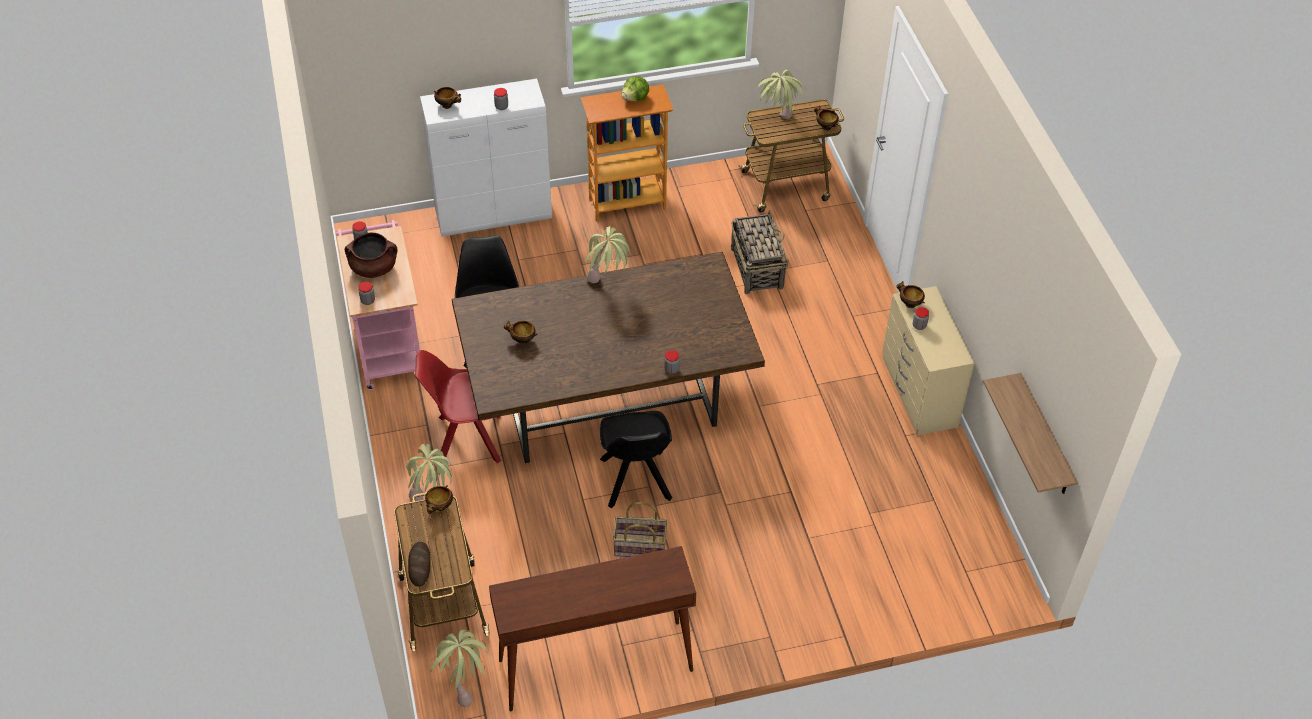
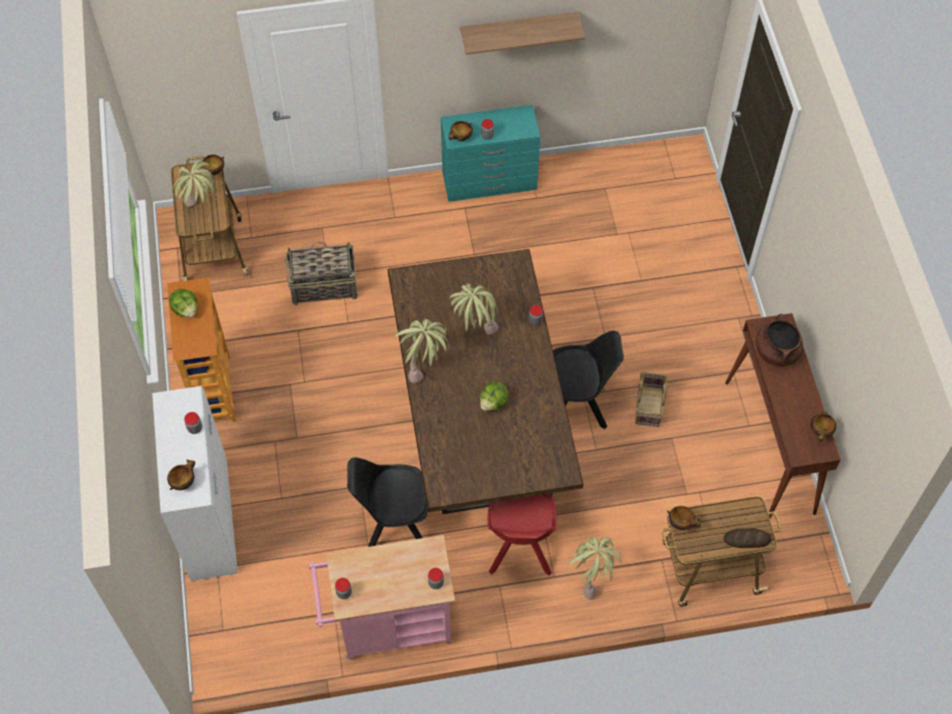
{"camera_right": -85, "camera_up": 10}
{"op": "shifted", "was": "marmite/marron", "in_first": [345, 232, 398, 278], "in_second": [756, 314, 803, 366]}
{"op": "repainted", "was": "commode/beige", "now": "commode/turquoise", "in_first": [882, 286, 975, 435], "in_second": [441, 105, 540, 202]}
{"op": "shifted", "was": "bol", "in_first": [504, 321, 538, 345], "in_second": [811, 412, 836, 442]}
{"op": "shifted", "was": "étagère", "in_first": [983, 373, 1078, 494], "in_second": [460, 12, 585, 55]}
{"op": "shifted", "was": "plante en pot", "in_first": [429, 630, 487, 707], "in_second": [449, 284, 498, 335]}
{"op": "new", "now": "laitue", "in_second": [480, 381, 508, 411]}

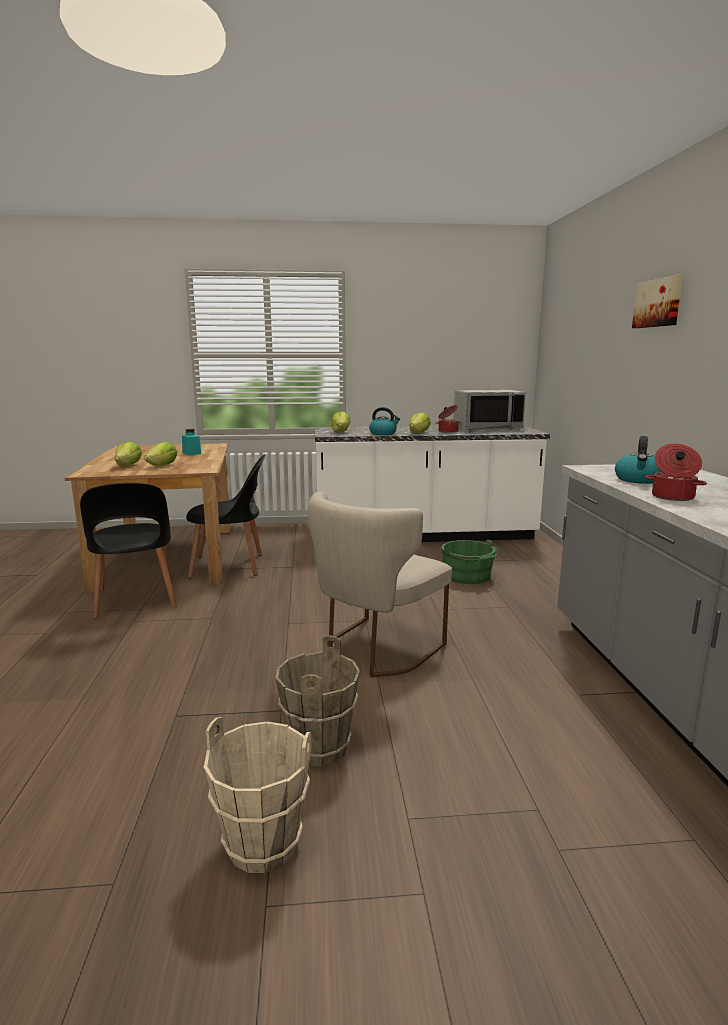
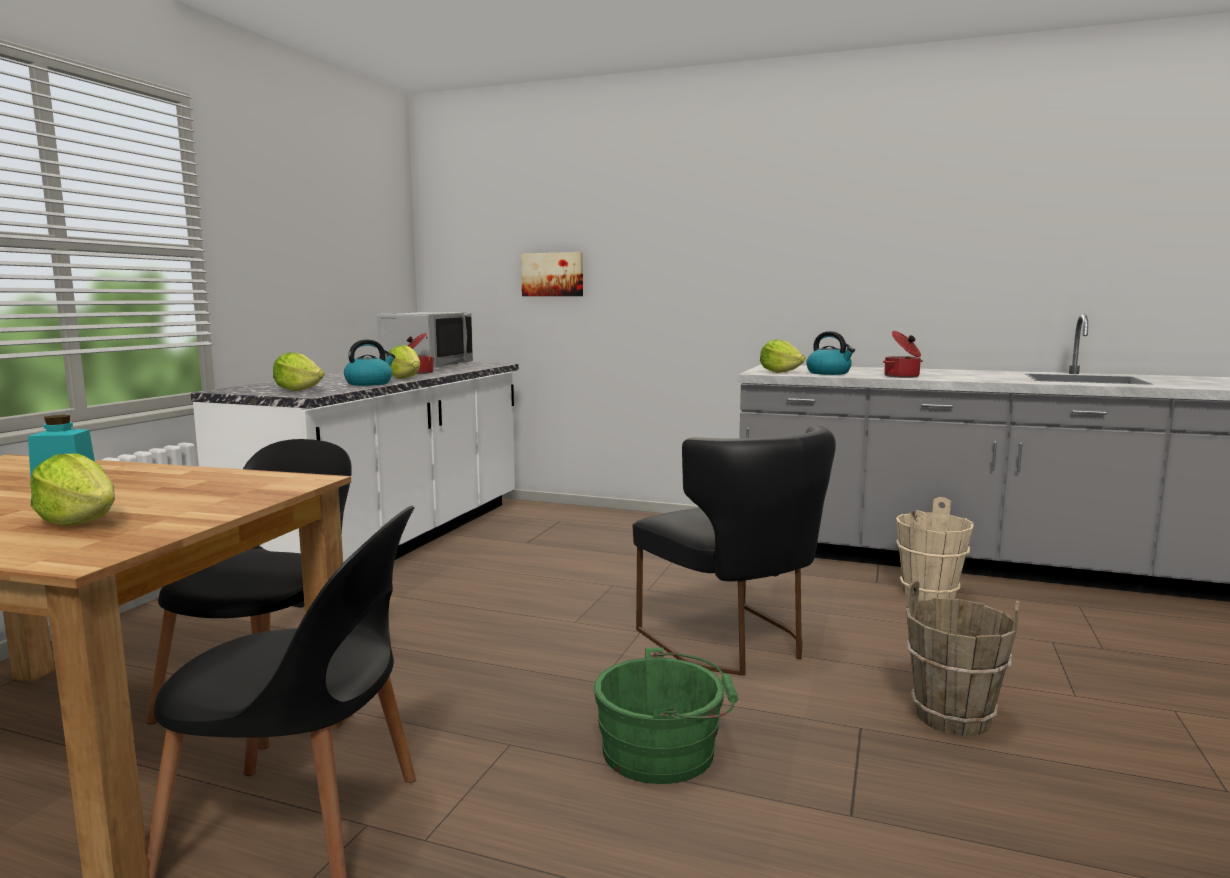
{"camera_right": -65, "camera_up": -5}
{"op": "shifted", "was": "tableau", "in_first": [632, 275, 683, 328], "in_second": [521, 252, 583, 296]}
{"op": "shifted", "was": "laitue", "in_first": [144, 441, 177, 466], "in_second": [760, 339, 805, 373]}
{"op": "repainted", "was": "chaise/beige", "now": "chaise/noir", "in_first": [308, 492, 452, 677], "in_second": [633, 425, 836, 675]}
{"op": "shifted", "was": "seau/vert", "in_first": [441, 539, 501, 584], "in_second": [593, 648, 738, 784]}
{"op": "shifted", "was": "seau/beige", "in_first": [203, 717, 311, 873], "in_second": [896, 497, 973, 600]}

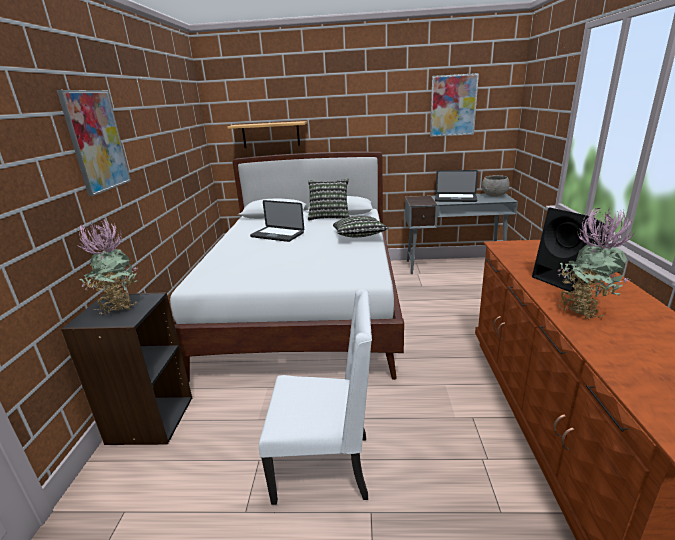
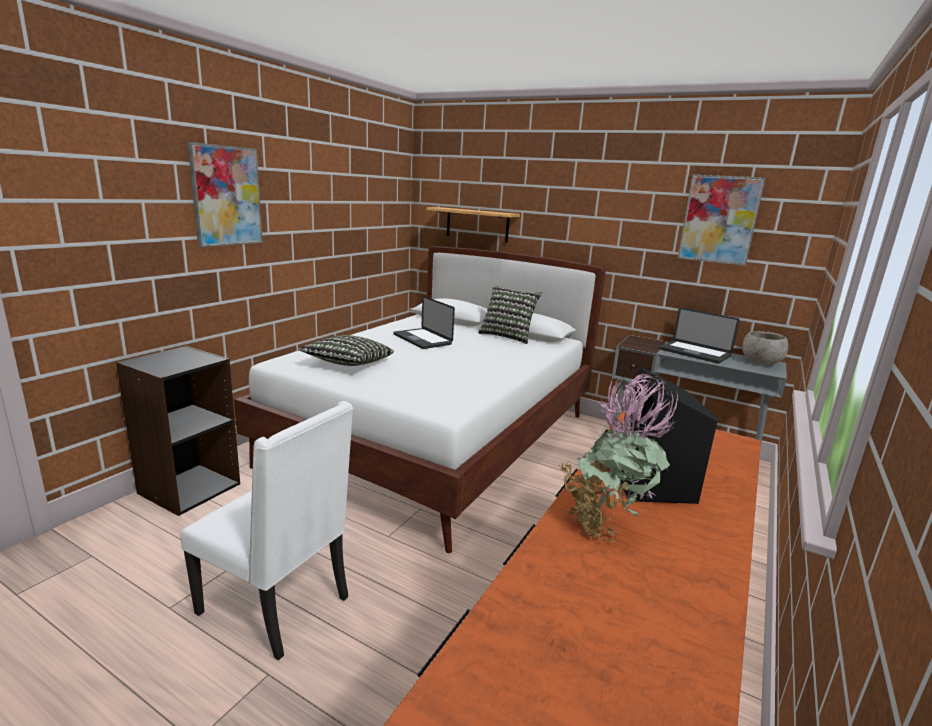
{"camera_right": 25, "camera_up": -5}
{"op": "shifted", "was": "coussin", "in_first": [333, 216, 389, 237], "in_second": [299, 335, 394, 366]}
{"op": "gone", "was": "plante en pot", "in_first": [77, 218, 138, 315]}

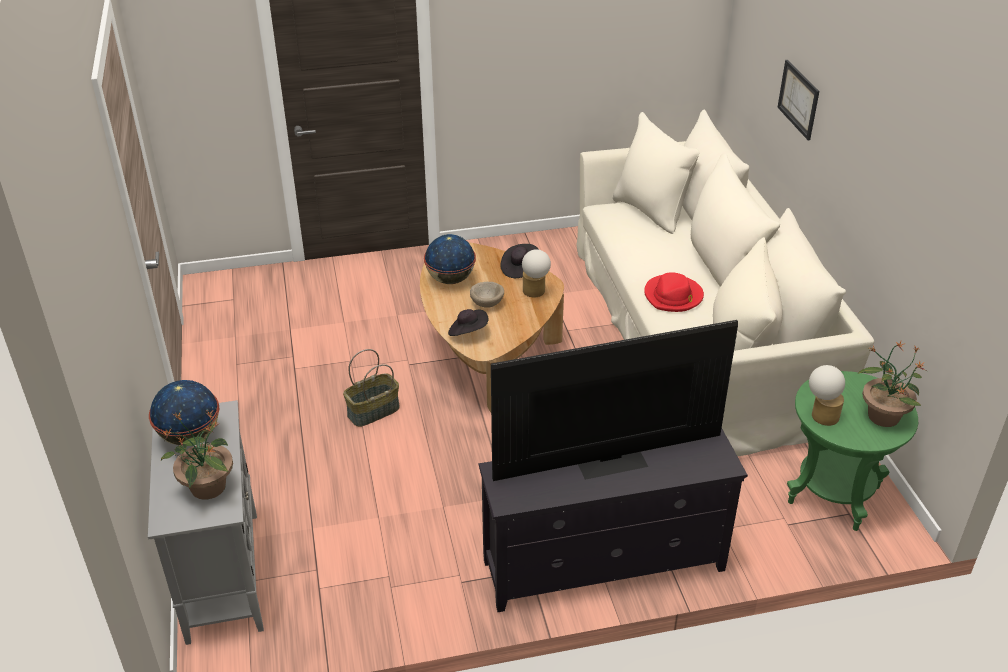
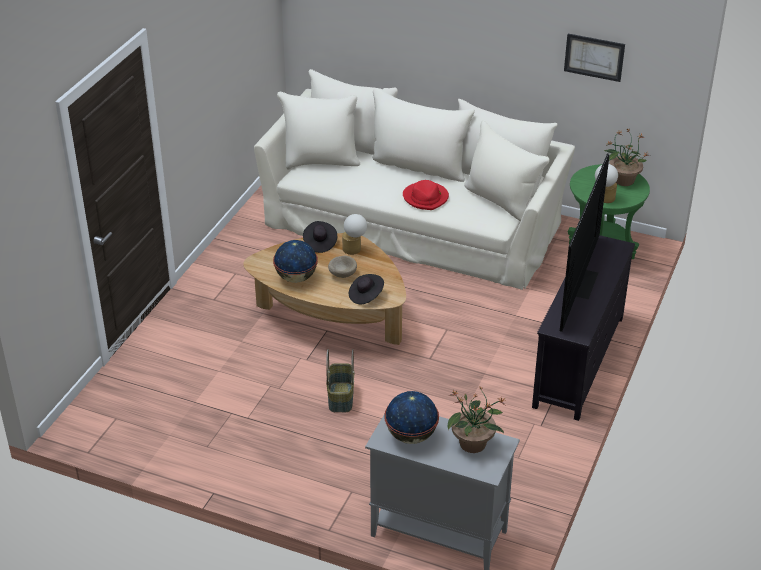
{"camera_right": -55, "camera_up": 0}
{"op": "shifted", "was": "tableau", "in_first": [778, 60, 819, 141], "in_second": [564, 34, 625, 82]}

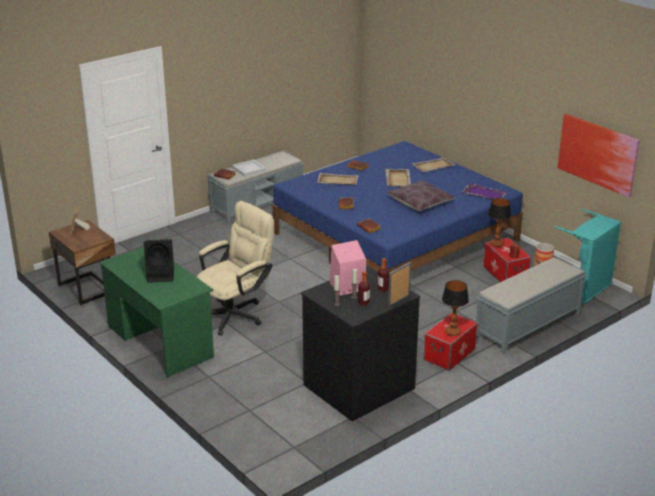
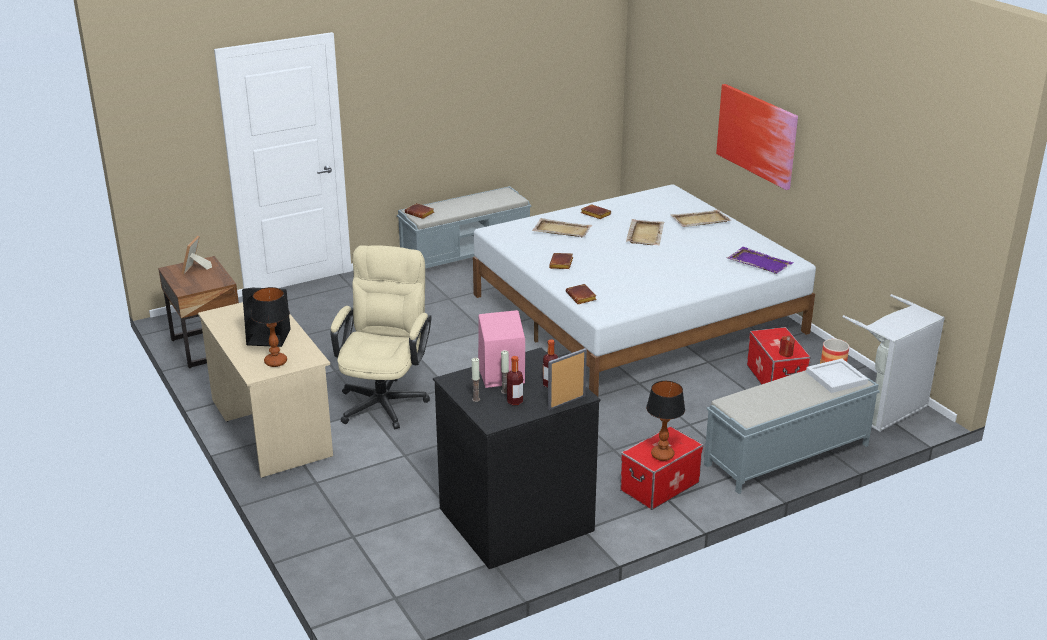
{"camera_right": 10, "camera_up": 0}
{"op": "shifted", "was": "tableau", "in_first": [558, 114, 640, 197], "in_second": [716, 84, 798, 190]}
{"op": "repainted", "was": "lit/bleu", "now": "lit/blanc", "in_first": [273, 141, 523, 273], "in_second": [473, 184, 816, 397]}
{"op": "shifted", "was": "plateau/blanc", "in_first": [232, 160, 266, 177], "in_second": [806, 359, 868, 393]}
{"op": "gone", "was": "coussin/marron", "in_first": [386, 180, 455, 211]}
{"op": "shifted", "was": "lampe de table", "in_first": [488, 198, 511, 247], "in_second": [251, 287, 290, 367]}
{"op": "rotated", "was": "chaise de bureau/beige", "in_first": [197, 201, 274, 335], "in_second": [330, 245, 431, 429], "clockwise": -45}
{"op": "repainted", "was": "panier à linge/turquoise", "now": "panier à linge/gris", "in_first": [554, 209, 621, 304], "in_second": [842, 294, 945, 432]}
{"op": "repainted", "was": "bureau/vert", "now": "bureau/beige", "in_first": [99, 247, 214, 377], "in_second": [198, 302, 333, 478]}

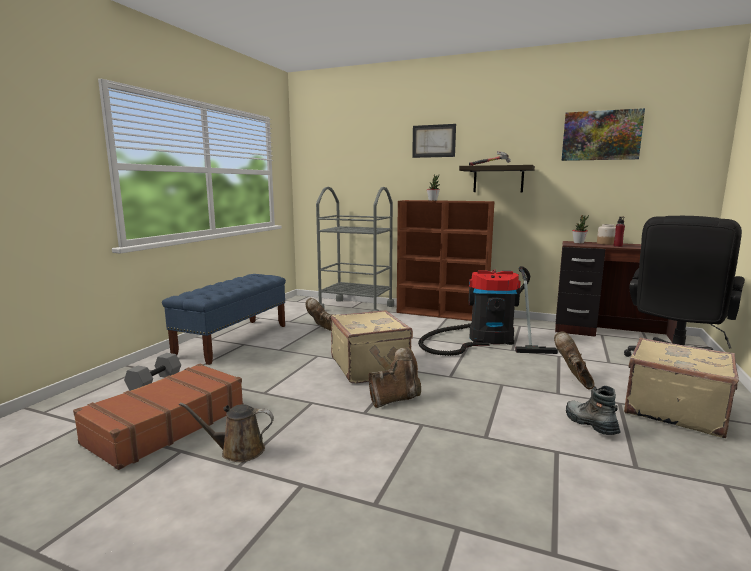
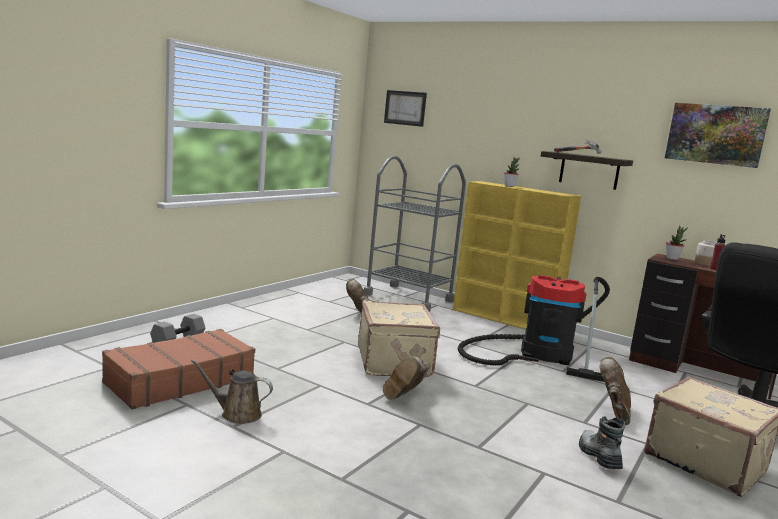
{"camera_right": 10, "camera_up": 0}
{"op": "shifted", "was": "tableau", "in_first": [412, 124, 456, 158], "in_second": [384, 90, 427, 127]}
{"op": "repainted", "was": "bibliothèque/marron", "now": "bibliothèque/jaune", "in_first": [397, 200, 495, 321], "in_second": [453, 181, 581, 329]}
{"op": "gone", "was": "banc/bleu", "in_first": [162, 274, 286, 365]}
{"op": "rotated", "was": "botte/marron", "in_first": [369, 347, 421, 408], "in_second": [383, 357, 430, 400], "clockwise": 135}

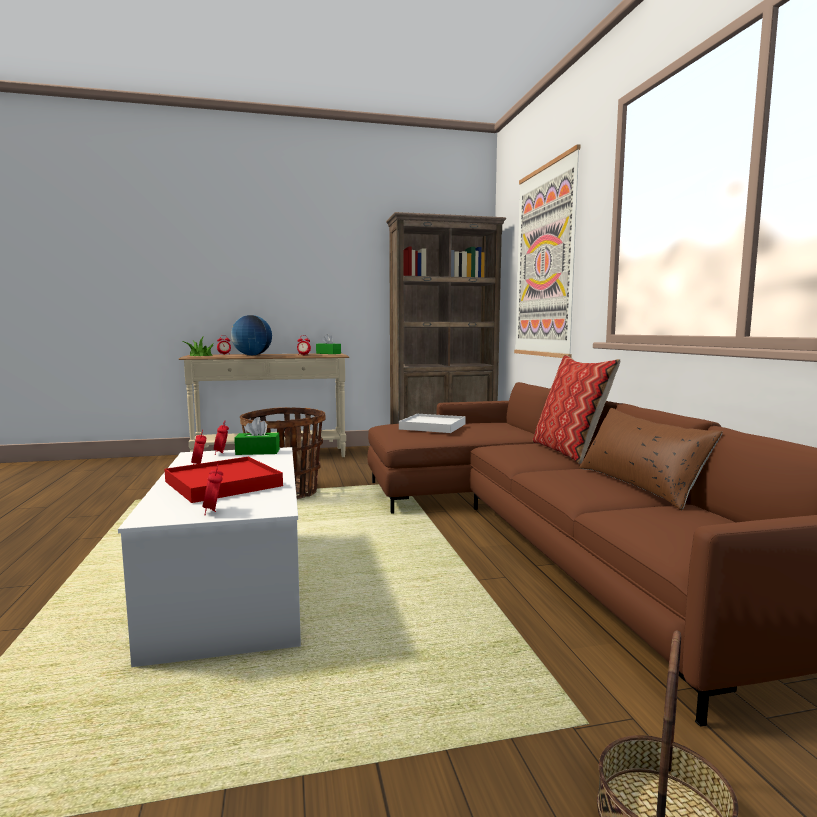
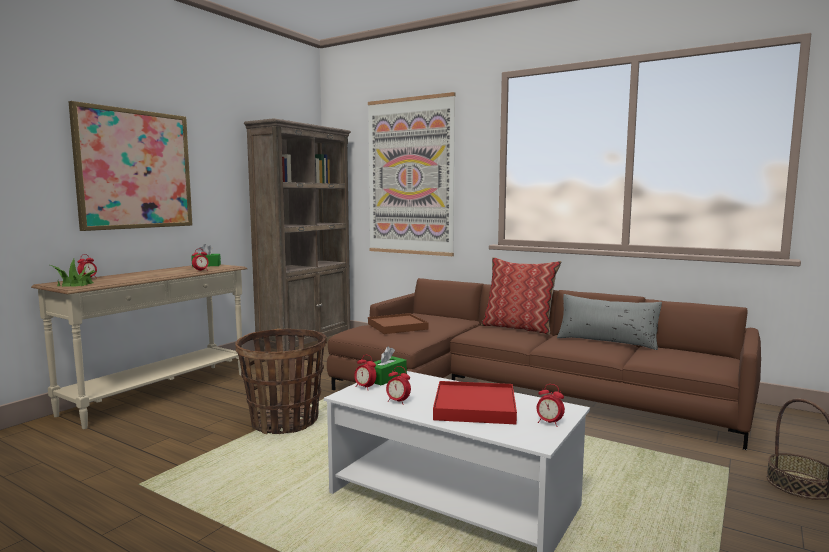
{"camera_right": -45, "camera_up": 0}
{"op": "gone", "was": "globe", "in_first": [231, 315, 272, 355]}
{"op": "repainted", "was": "coussin/marron", "now": "coussin/gris", "in_first": [579, 408, 723, 510], "in_second": [557, 294, 662, 350]}
{"op": "repainted", "was": "plateau/blanc", "now": "plateau/marron", "in_first": [399, 414, 466, 433], "in_second": [368, 313, 428, 334]}
{"op": "new", "now": "tableau", "in_second": [68, 101, 192, 231]}

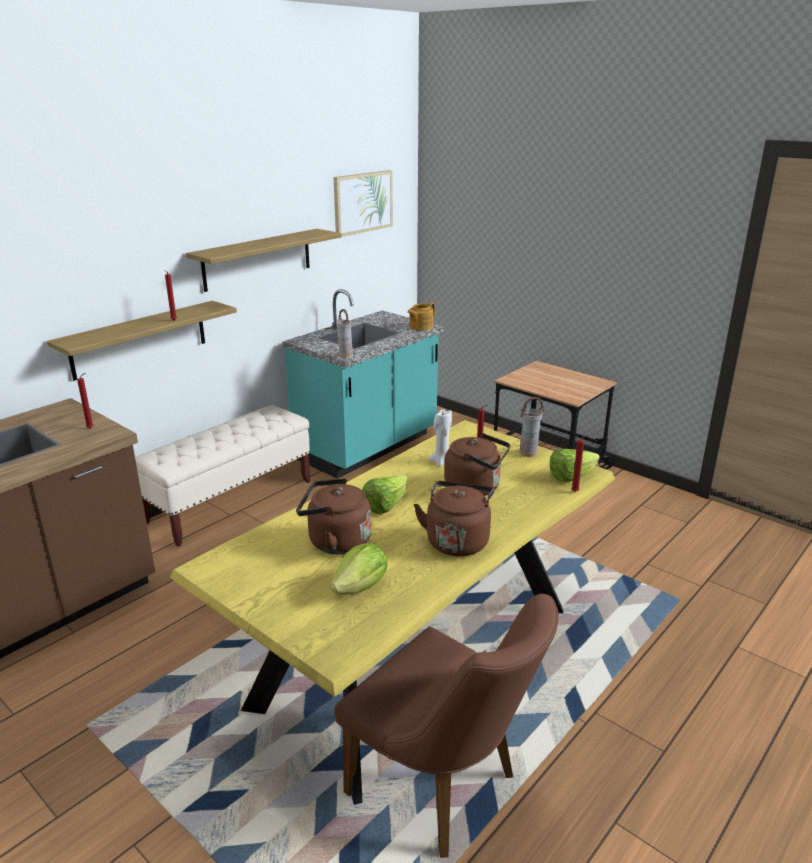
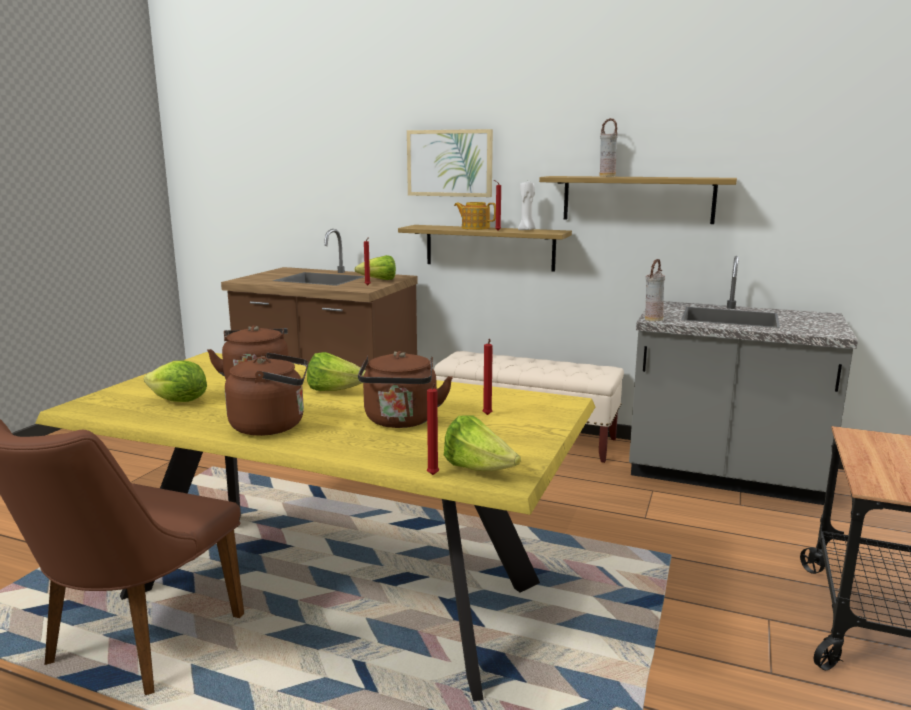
{"camera_right": 70, "camera_up": -10}
{"op": "shifted", "was": "tableau", "in_first": [334, 170, 393, 237], "in_second": [407, 129, 493, 197]}
{"op": "repainted", "was": "comptoir de cuisine/turquoise", "now": "comptoir de cuisine/gris", "in_first": [283, 289, 444, 479], "in_second": [629, 256, 858, 505]}
{"op": "shifted", "was": "théière", "in_first": [407, 303, 435, 330], "in_second": [454, 202, 496, 230]}
{"op": "shifted", "was": "vase", "in_first": [519, 397, 544, 457], "in_second": [599, 118, 618, 177]}
{"op": "shifted", "was": "bougie/blanc", "in_first": [428, 409, 452, 467], "in_second": [518, 181, 535, 230]}
{"op": "new", "now": "laitue", "in_second": [354, 255, 396, 280]}

